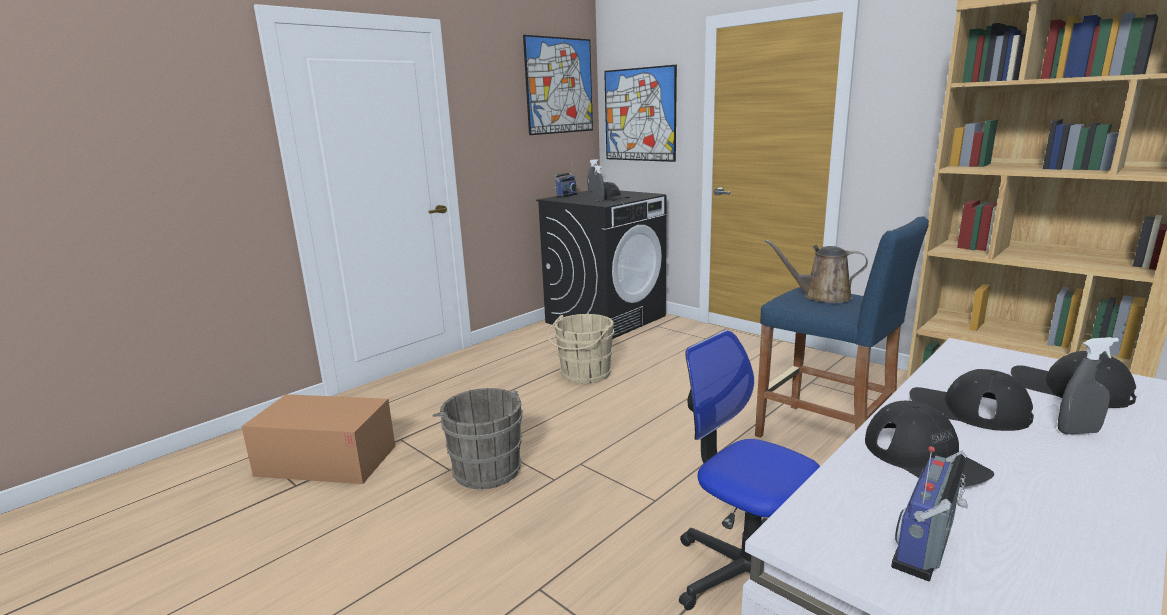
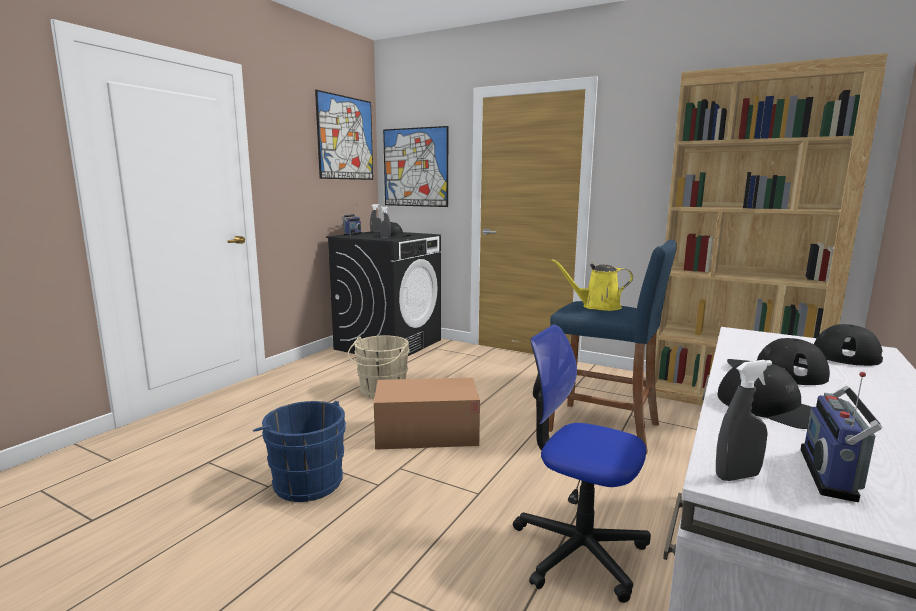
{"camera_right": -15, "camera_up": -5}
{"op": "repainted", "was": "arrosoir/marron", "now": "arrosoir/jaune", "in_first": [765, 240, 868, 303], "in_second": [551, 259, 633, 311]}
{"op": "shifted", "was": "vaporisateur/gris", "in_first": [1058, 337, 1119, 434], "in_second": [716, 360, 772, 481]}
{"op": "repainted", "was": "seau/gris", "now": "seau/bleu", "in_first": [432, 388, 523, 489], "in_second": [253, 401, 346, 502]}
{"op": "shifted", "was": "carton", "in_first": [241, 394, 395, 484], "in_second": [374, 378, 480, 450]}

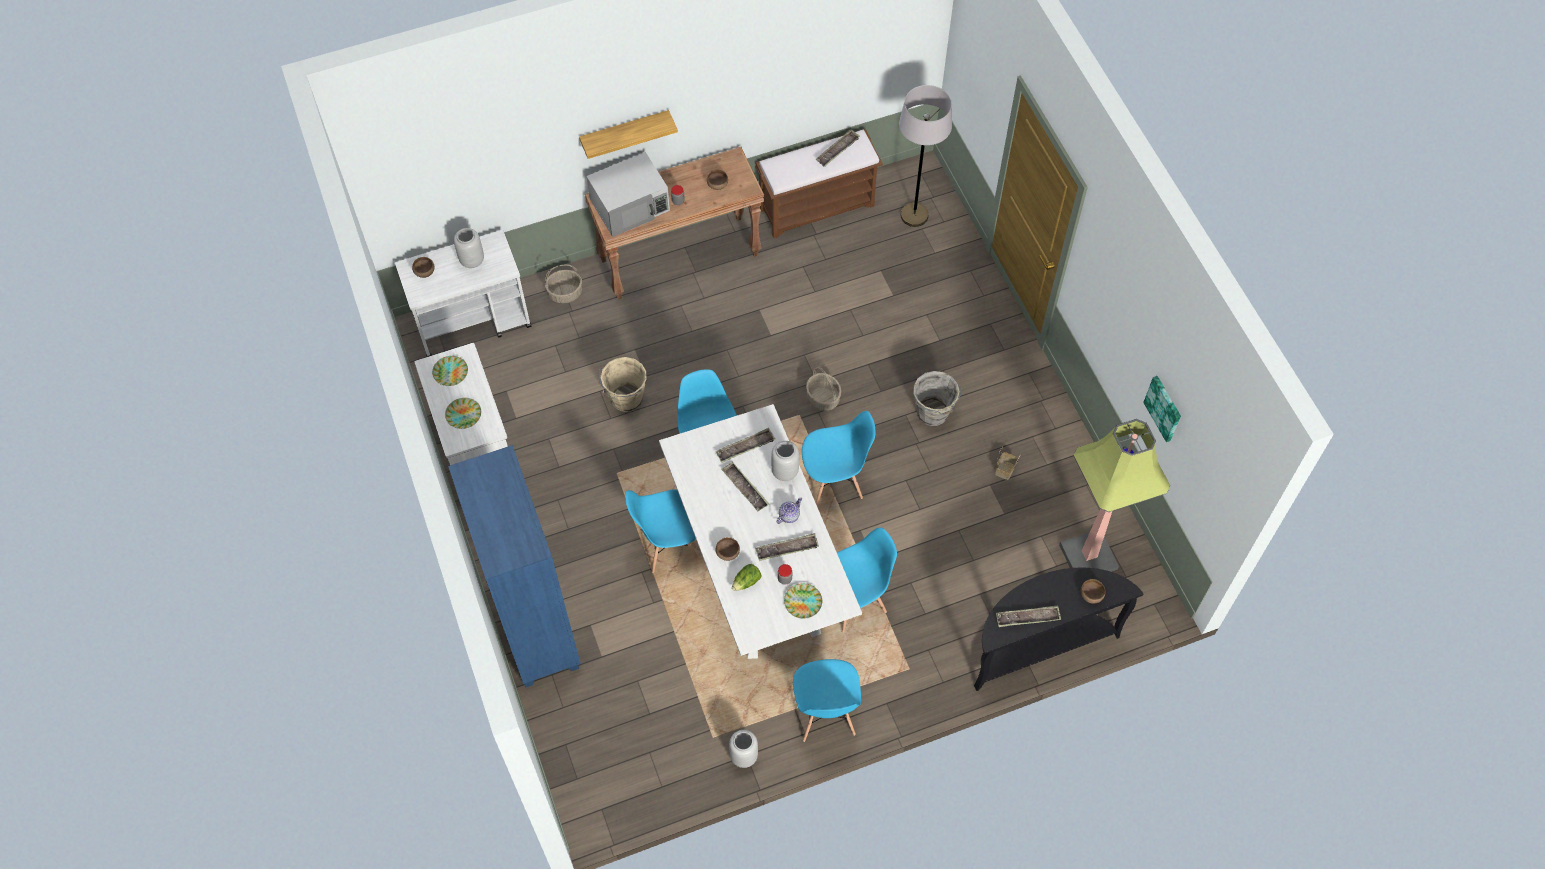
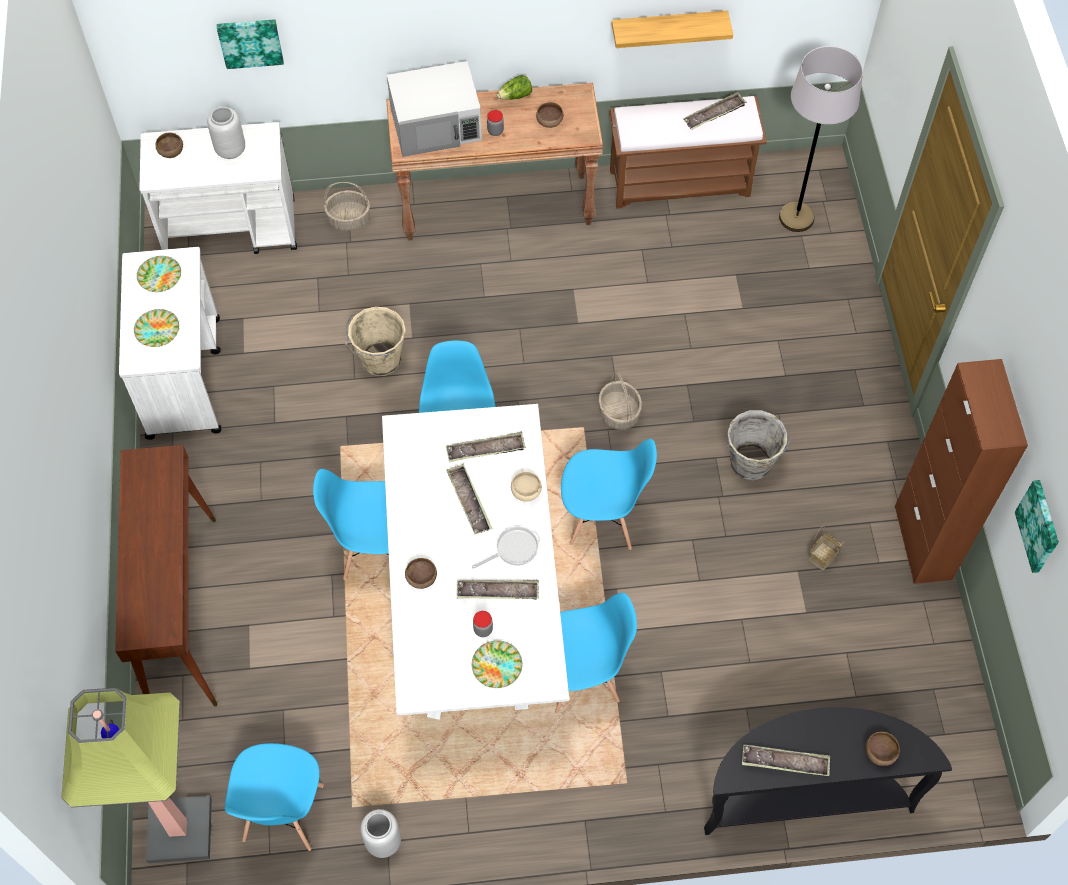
{"camera_right": 15, "camera_up": 0}
{"op": "shifted", "was": "étagère", "in_first": [579, 110, 678, 159], "in_second": [612, 11, 733, 48]}
{"op": "shifted", "was": "lampadaire", "in_first": [1059, 419, 1170, 572], "in_second": [61, 688, 212, 863]}
{"op": "swapped", "was": "vase/gris", "now": "bol/beige", "in_first": [771, 441, 799, 481], "in_second": [511, 471, 542, 502]}
{"op": "swapped", "was": "bibliothèque/bleu", "now": "table console/marron", "in_first": [448, 445, 581, 688], "in_second": [115, 445, 217, 706]}
{"op": "swapped", "was": "théière", "now": "poêle", "in_first": [777, 497, 802, 524], "in_second": [472, 526, 541, 569]}
{"op": "shifted", "was": "laitue", "in_first": [732, 564, 761, 591], "in_second": [497, 75, 532, 100]}
{"op": "shifted", "was": "chaise/bleu", "in_first": [793, 659, 861, 742], "in_second": [225, 743, 324, 851]}
{"op": "new", "now": "tableau", "in_second": [217, 19, 284, 69]}
{"op": "new", "now": "meuble de rangement/marron", "in_second": [895, 359, 1028, 584]}

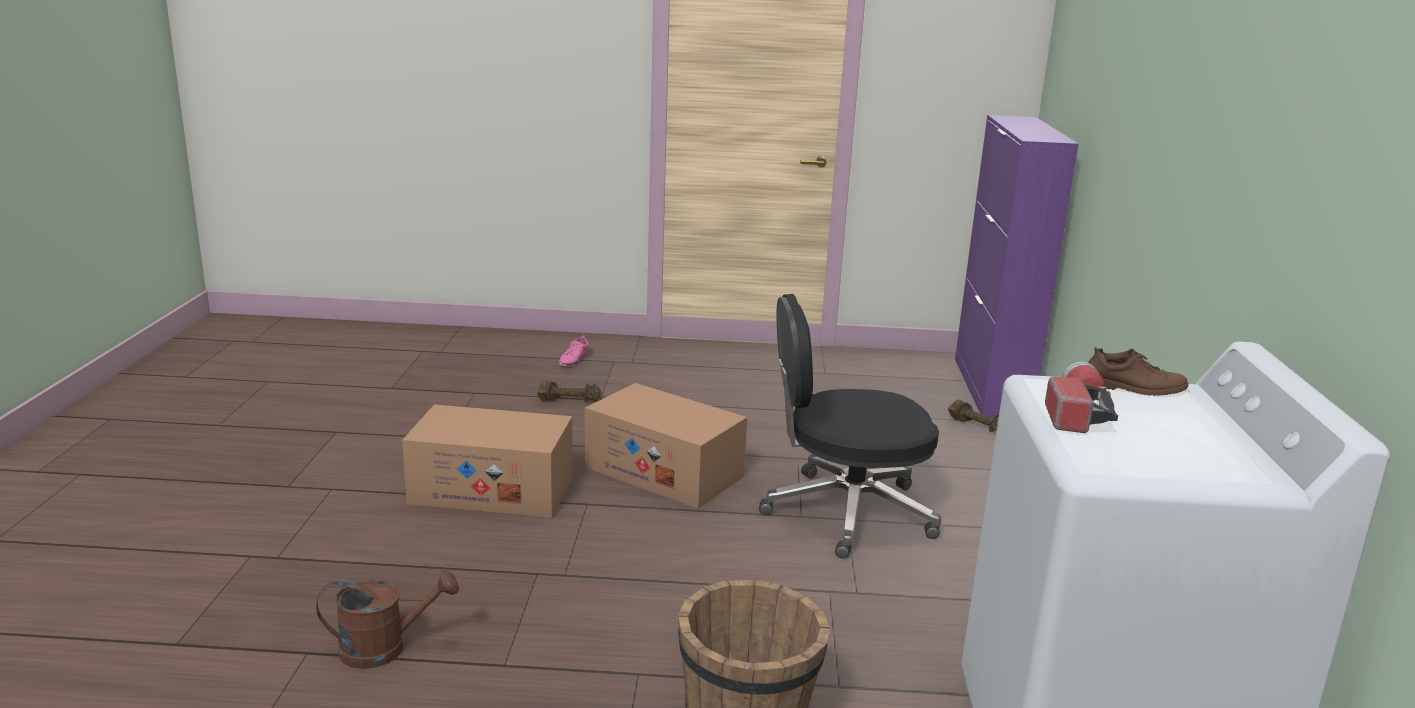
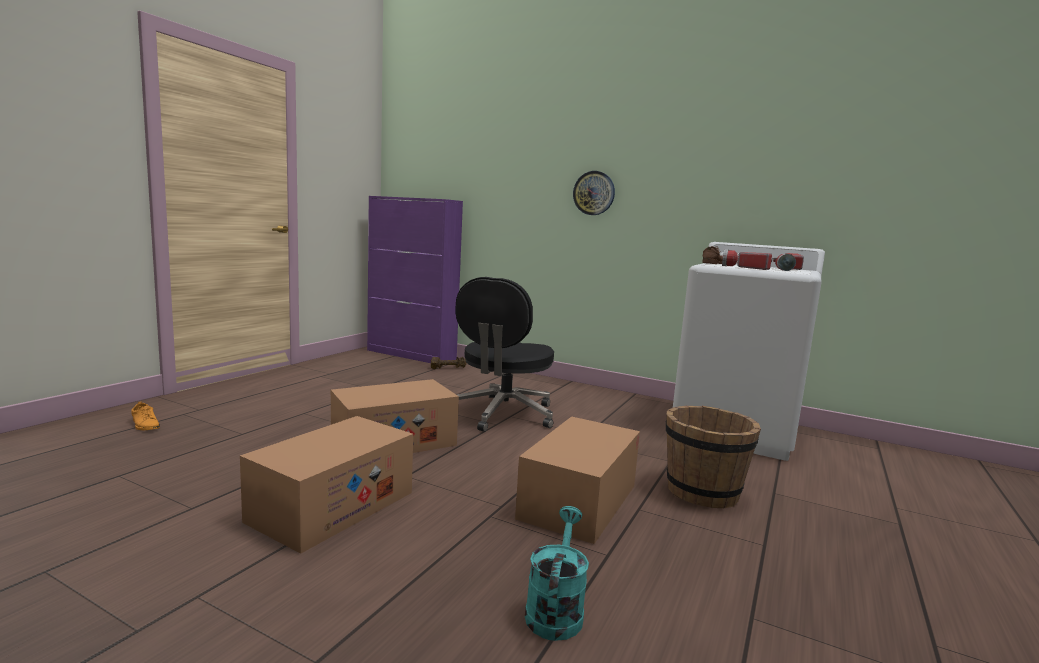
{"camera_right": -65, "camera_up": -10}
{"op": "repainted", "was": "chaussure/rose", "now": "chaussure/orange", "in_first": [559, 335, 589, 367], "in_second": [131, 401, 160, 430]}
{"op": "gone", "was": "haltère/marron", "in_first": [537, 381, 601, 402]}
{"op": "repainted", "was": "arrosoir/marron", "now": "arrosoir/turquoise", "in_first": [316, 570, 459, 669], "in_second": [525, 506, 589, 641]}
{"op": "new", "now": "horloge murale", "in_second": [573, 171, 615, 215]}
{"op": "new", "now": "lampe de poche", "in_second": [772, 253, 804, 271]}
{"op": "new", "now": "carton", "in_second": [515, 416, 640, 544]}

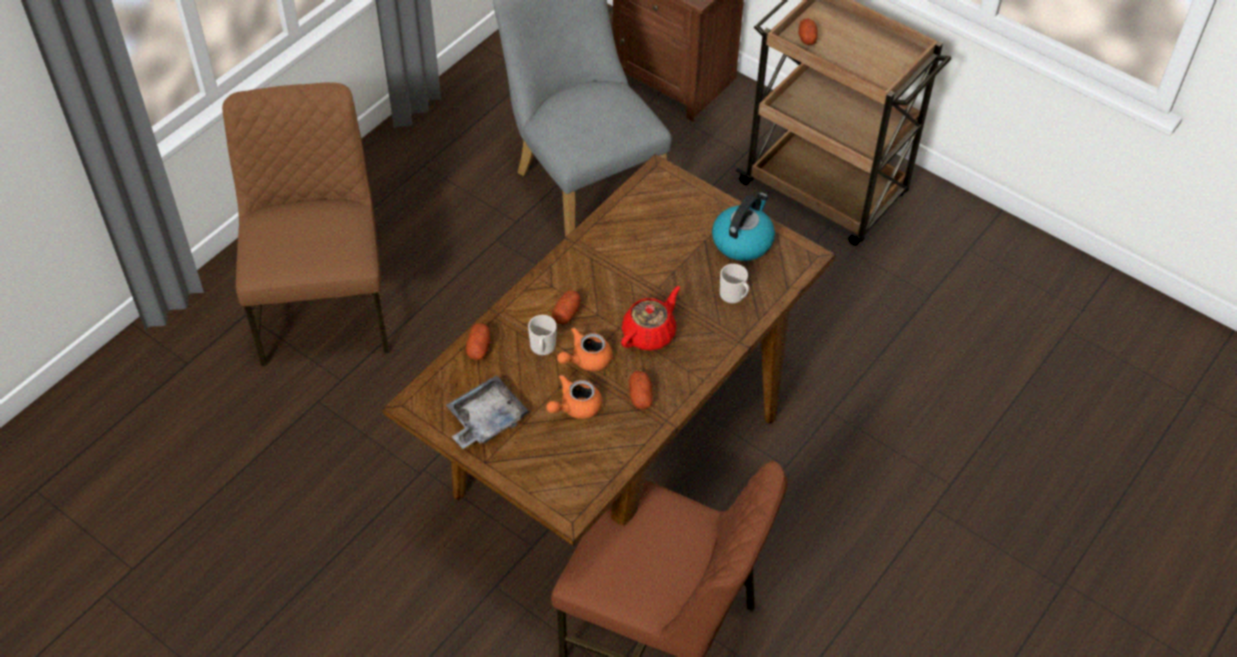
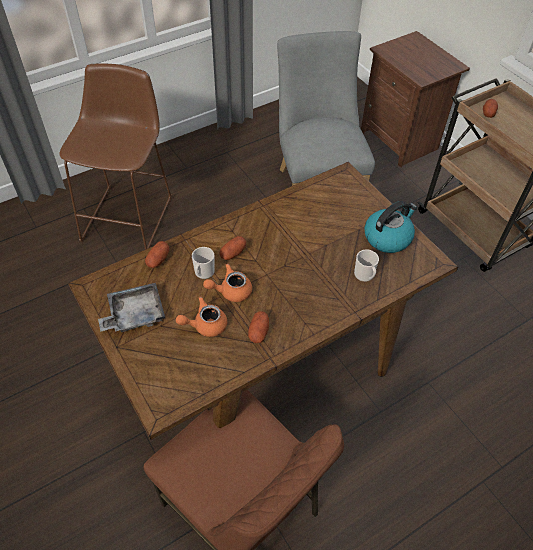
{"camera_right": 20, "camera_up": 0}
{"op": "swapped", "was": "chaise/marron", "now": "tabouret/marron", "in_first": [222, 82, 389, 367], "in_second": [59, 63, 172, 250]}
{"op": "gone", "was": "théière/rouge", "in_first": [621, 286, 680, 350]}

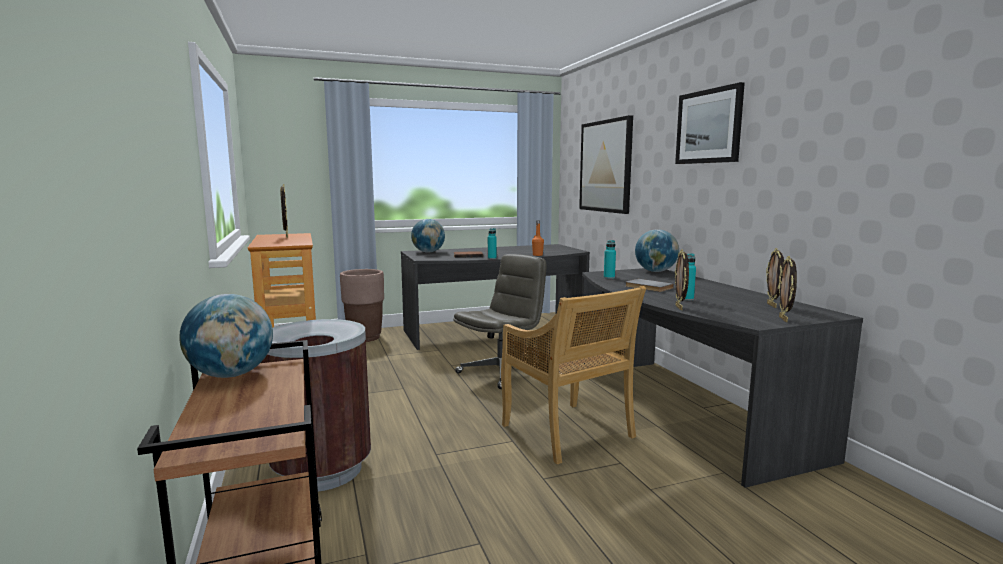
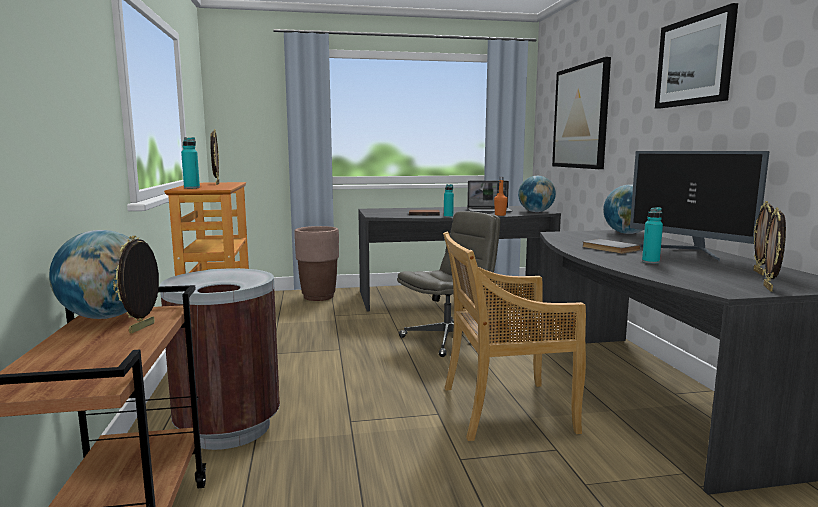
{"camera_right": 10, "camera_up": 0}
{"op": "shifted", "was": "globe", "in_first": [411, 219, 445, 253], "in_second": [518, 176, 556, 212]}
{"op": "shifted", "was": "bouteille/turquoise", "in_first": [604, 240, 616, 279], "in_second": [181, 137, 200, 189]}
{"op": "shifted", "was": "cadre photo", "in_first": [675, 249, 689, 310], "in_second": [113, 236, 159, 333]}
{"op": "rotated", "was": "chaise/beige", "in_first": [501, 286, 646, 464], "in_second": [443, 232, 586, 441], "clockwise": 105}
{"op": "new", "now": "écran d'ordinateur", "in_second": [630, 151, 769, 261]}
{"op": "new", "now": "ordinateur portable", "in_second": [467, 181, 513, 213]}

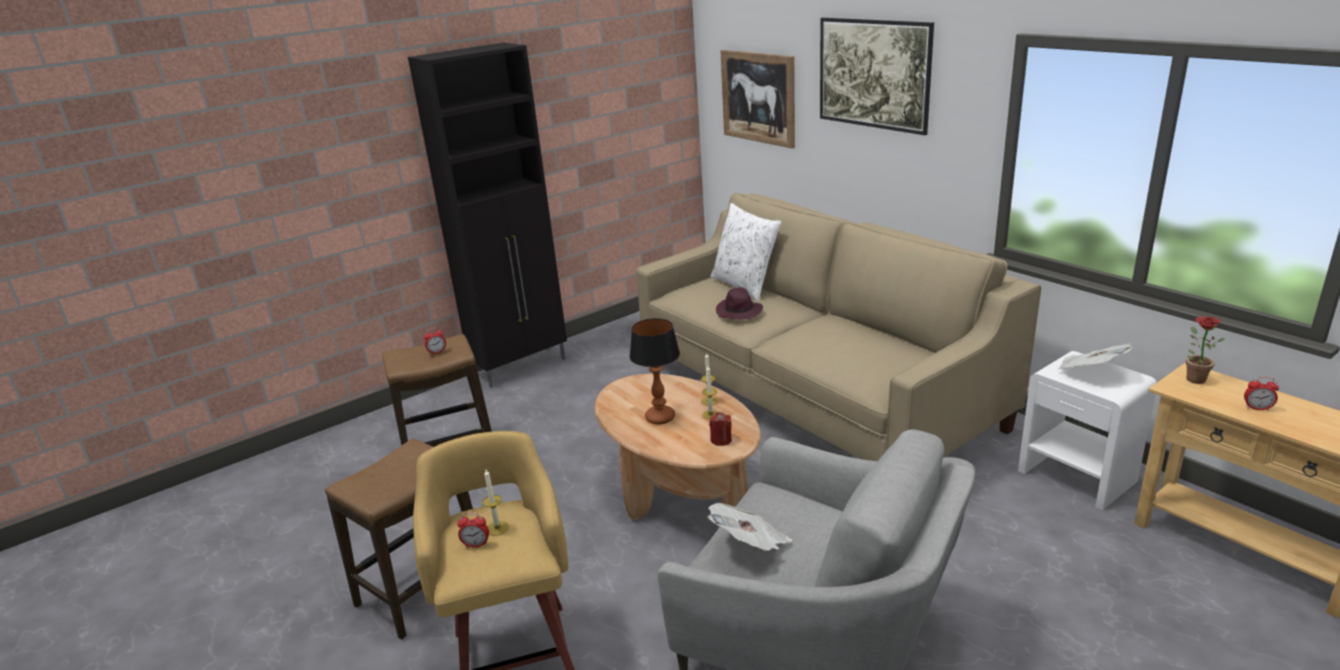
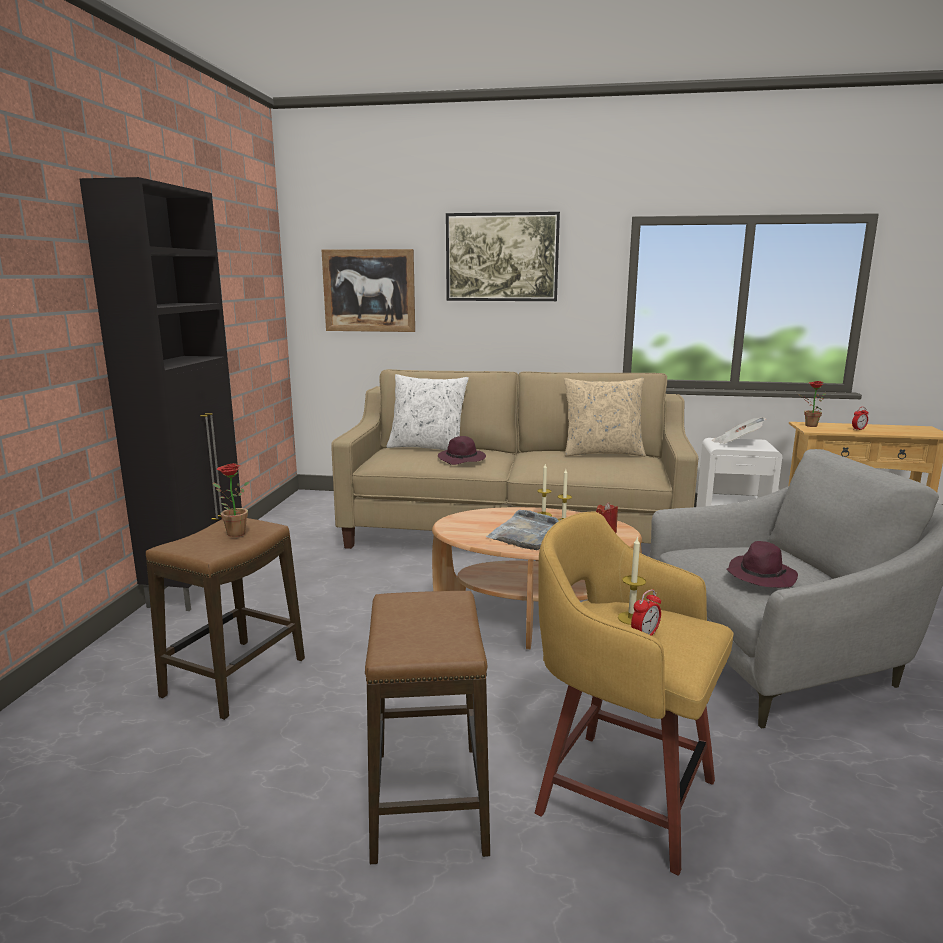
{"camera_right": -45, "camera_up": -10}
{"op": "swapped", "was": "lampe de table", "now": "plateau/gris", "in_first": [629, 318, 680, 425], "in_second": [486, 510, 562, 550]}
{"op": "swapped", "was": "réveil", "now": "plante en pot", "in_first": [424, 327, 446, 355], "in_second": [213, 463, 250, 537]}
{"op": "swapped", "was": "journal", "now": "chapeau/violet", "in_first": [707, 503, 792, 551], "in_second": [727, 541, 798, 588]}
{"op": "new", "now": "coussin/beige", "in_second": [564, 378, 646, 457]}

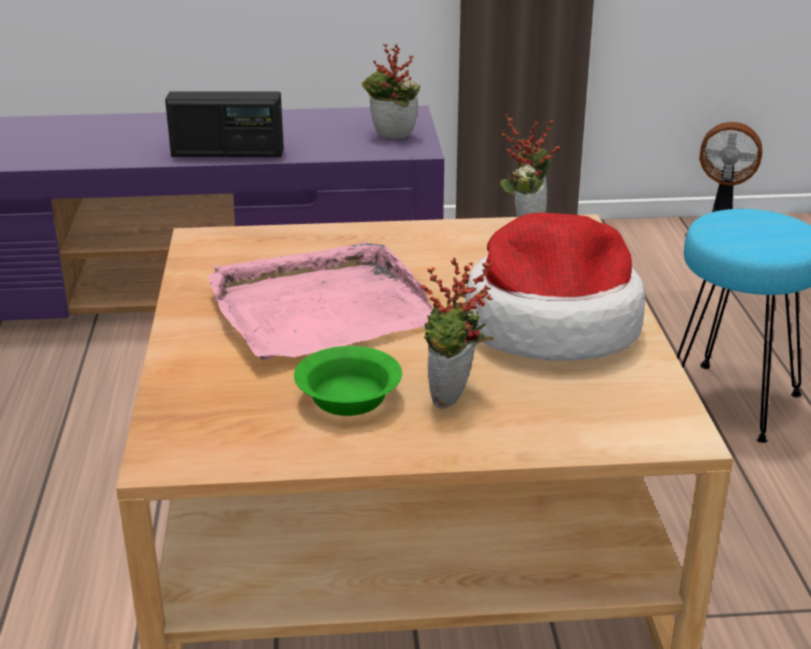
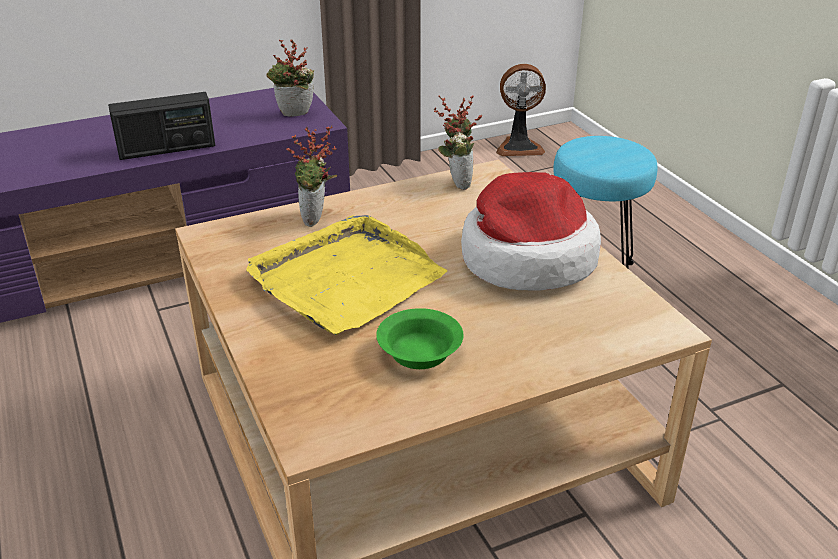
{"camera_right": -20, "camera_up": 5}
{"op": "repainted", "was": "plateau/rose", "now": "plateau/jaune", "in_first": [208, 242, 433, 360], "in_second": [246, 215, 447, 335]}
{"op": "shifted", "was": "plante en pot", "in_first": [420, 258, 494, 409], "in_second": [286, 125, 337, 227]}

